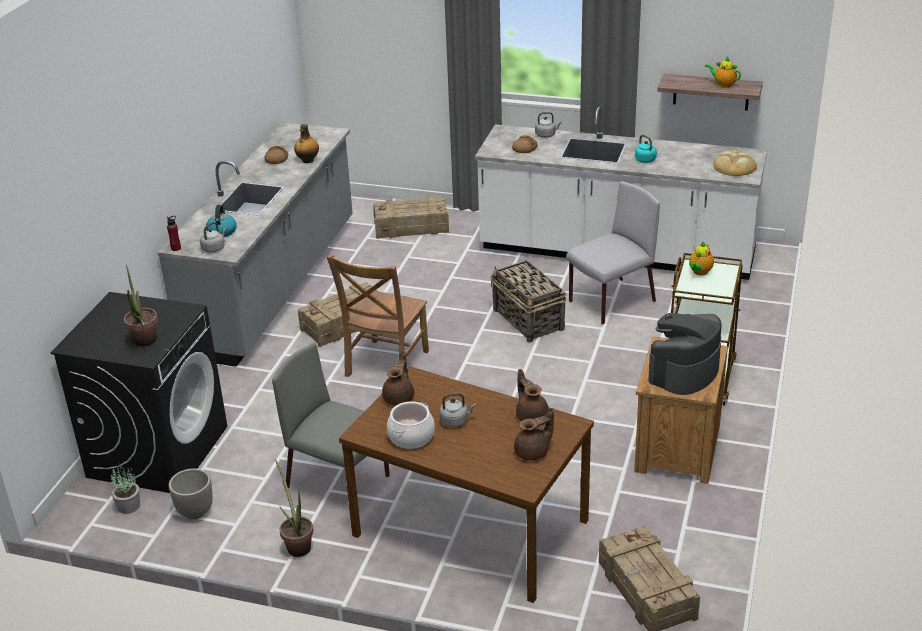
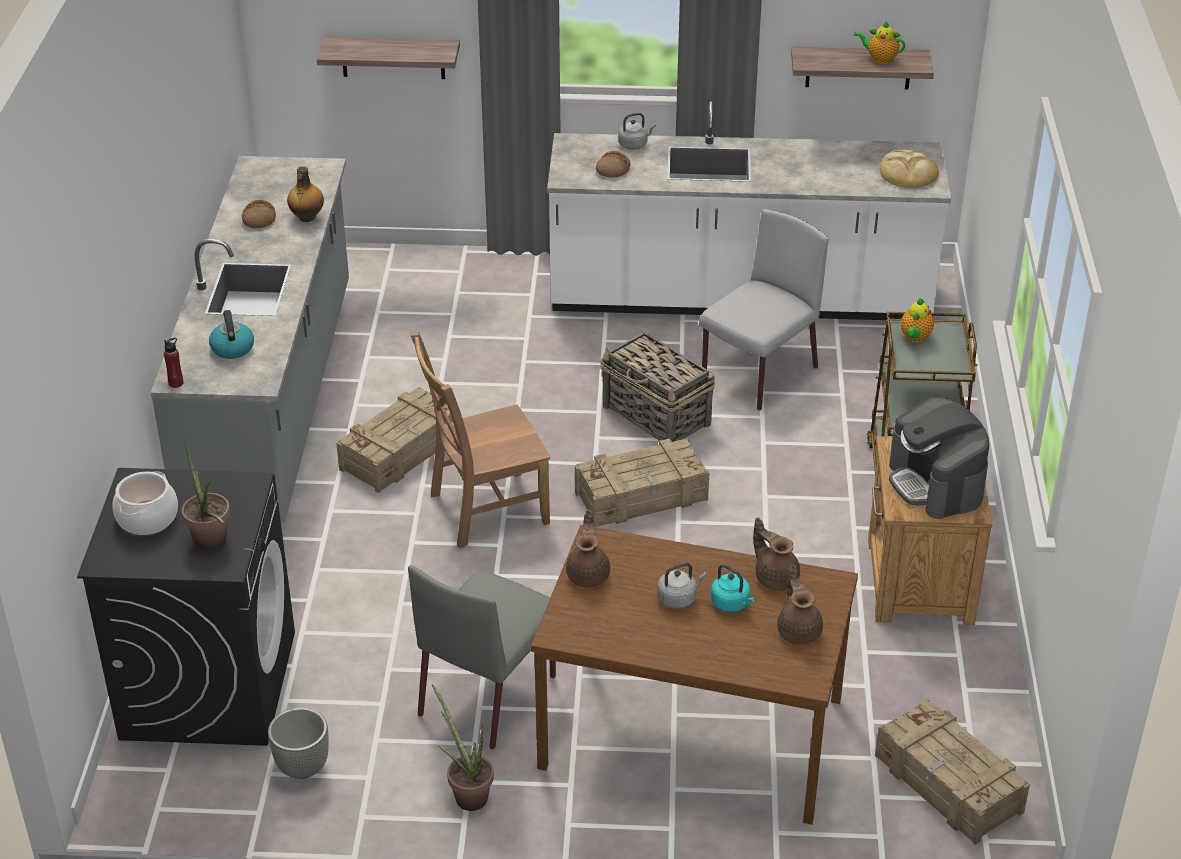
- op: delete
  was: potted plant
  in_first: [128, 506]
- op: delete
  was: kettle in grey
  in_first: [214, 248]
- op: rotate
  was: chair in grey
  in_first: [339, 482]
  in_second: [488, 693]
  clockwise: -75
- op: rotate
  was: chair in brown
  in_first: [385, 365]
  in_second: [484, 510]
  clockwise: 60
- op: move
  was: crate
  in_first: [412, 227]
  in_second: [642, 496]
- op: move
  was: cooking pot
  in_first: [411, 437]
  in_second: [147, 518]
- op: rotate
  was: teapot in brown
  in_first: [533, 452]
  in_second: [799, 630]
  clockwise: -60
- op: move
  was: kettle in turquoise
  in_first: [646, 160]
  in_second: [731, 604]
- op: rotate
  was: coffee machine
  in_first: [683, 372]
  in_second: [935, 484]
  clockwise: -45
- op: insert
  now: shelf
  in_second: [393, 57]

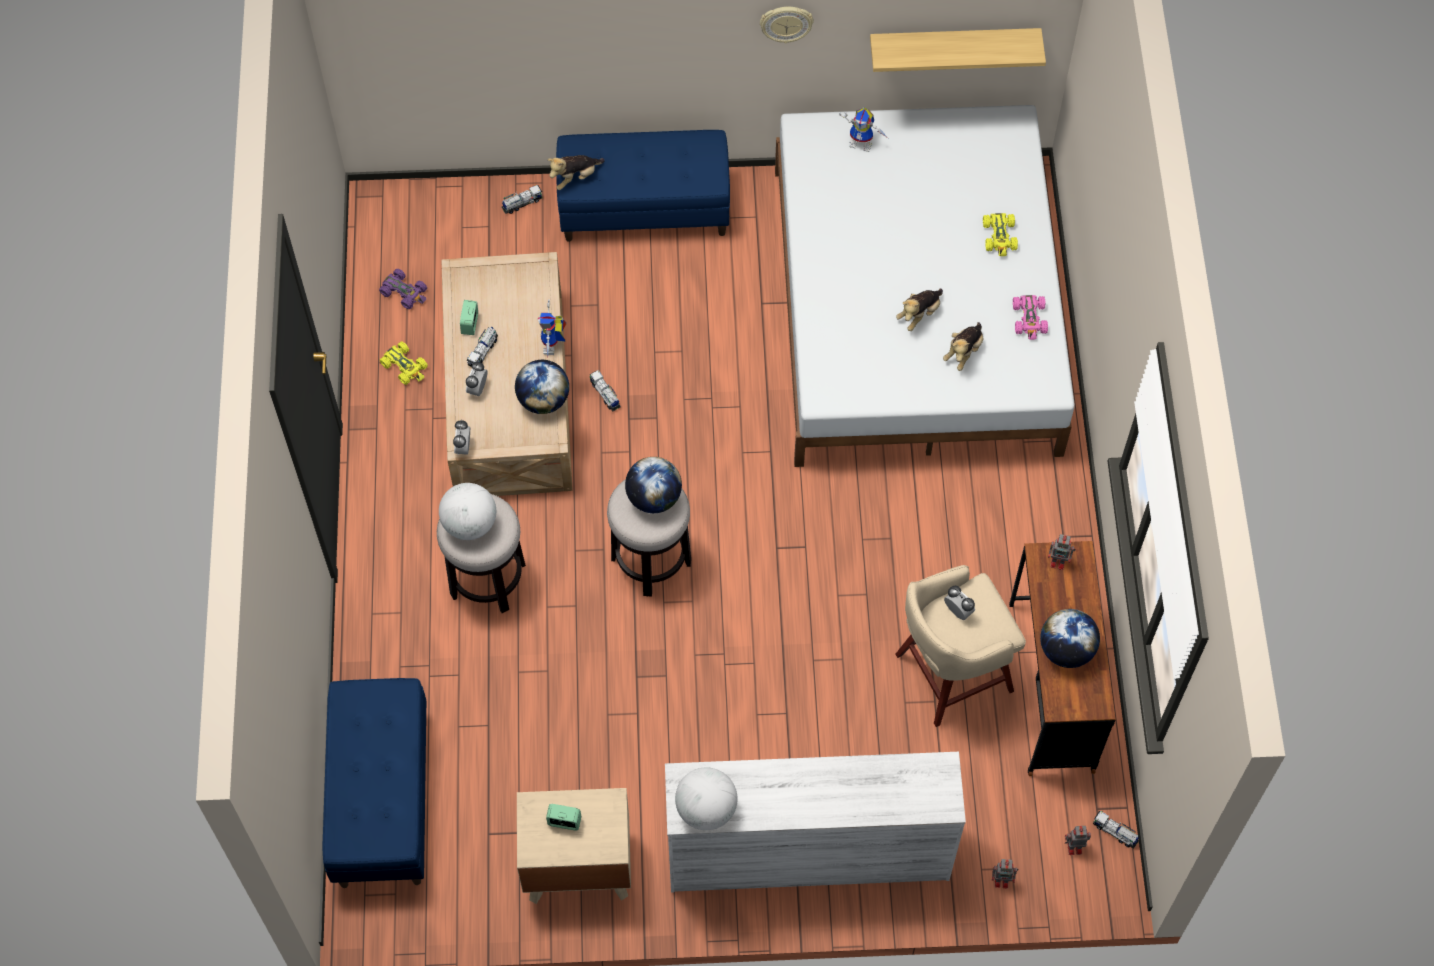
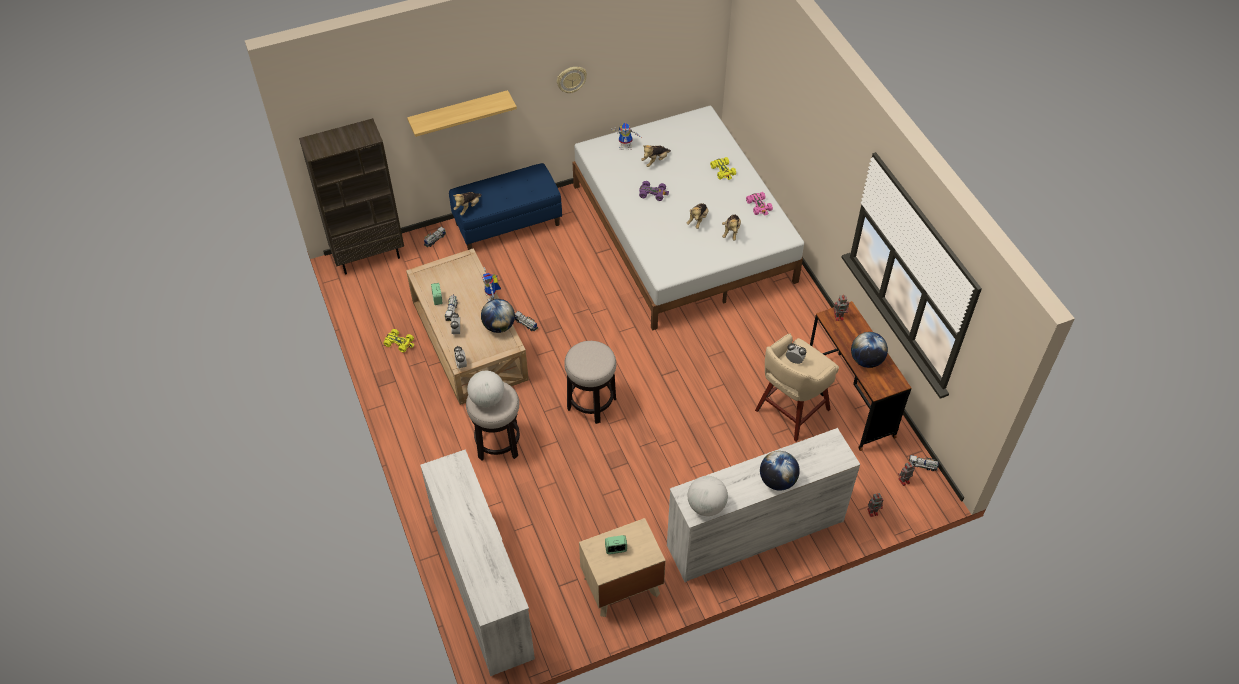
- op: replace
  was: bench in blue
  now: dresser in white
  in_first: [381, 799]
  in_second: [483, 587]
- op: move
  was: toy car in purple
  in_first: [404, 292]
  in_second: [653, 193]
- op: move
  was: globe
  in_first: [654, 498]
  in_second: [777, 481]
- op: move
  was: shelf
  in_first: [954, 44]
  in_second: [459, 113]
- op: insert
  now: bookcase in brown
  in_second: [369, 256]
- op: insert
  now: plush toy
  in_second: [655, 161]

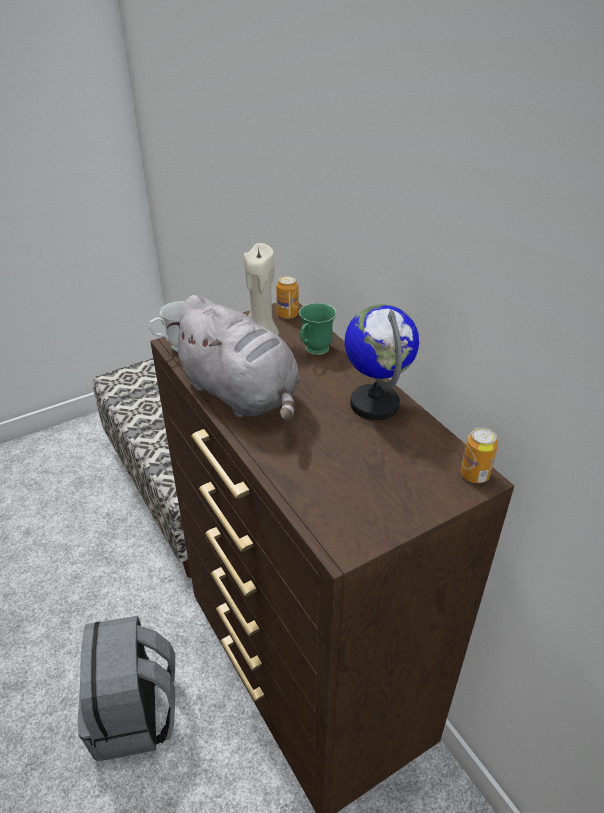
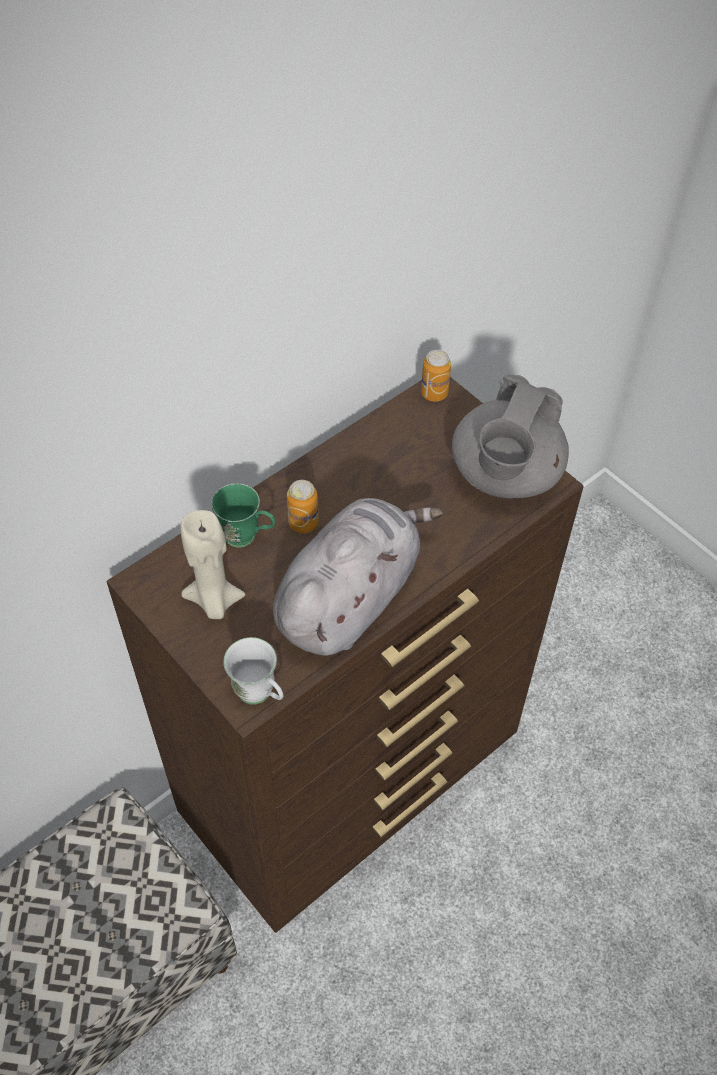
- op: delete
  was: backpack in grey
  in_first: [135, 715]
- op: move
  was: can
  in_first: [287, 314]
  in_second: [303, 523]
- op: delete
  was: globe
  in_first: [375, 404]
- op: insert
  now: teapot in grey
  in_second: [505, 475]

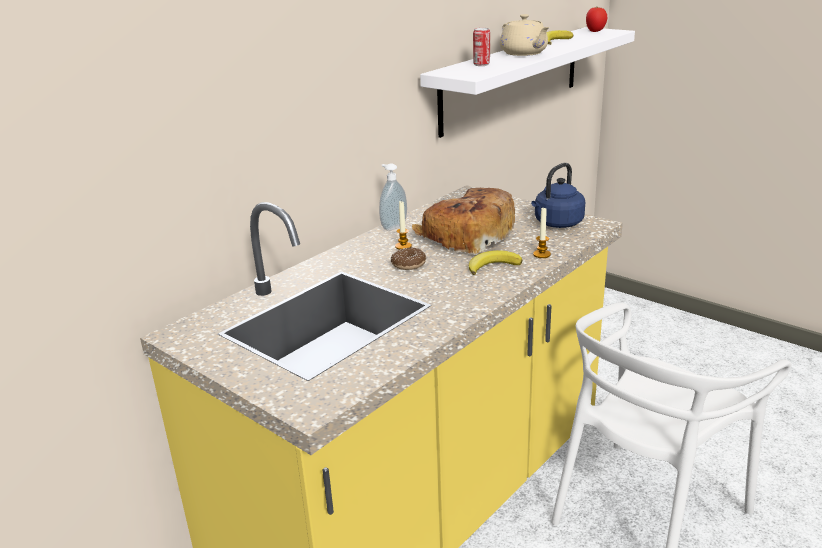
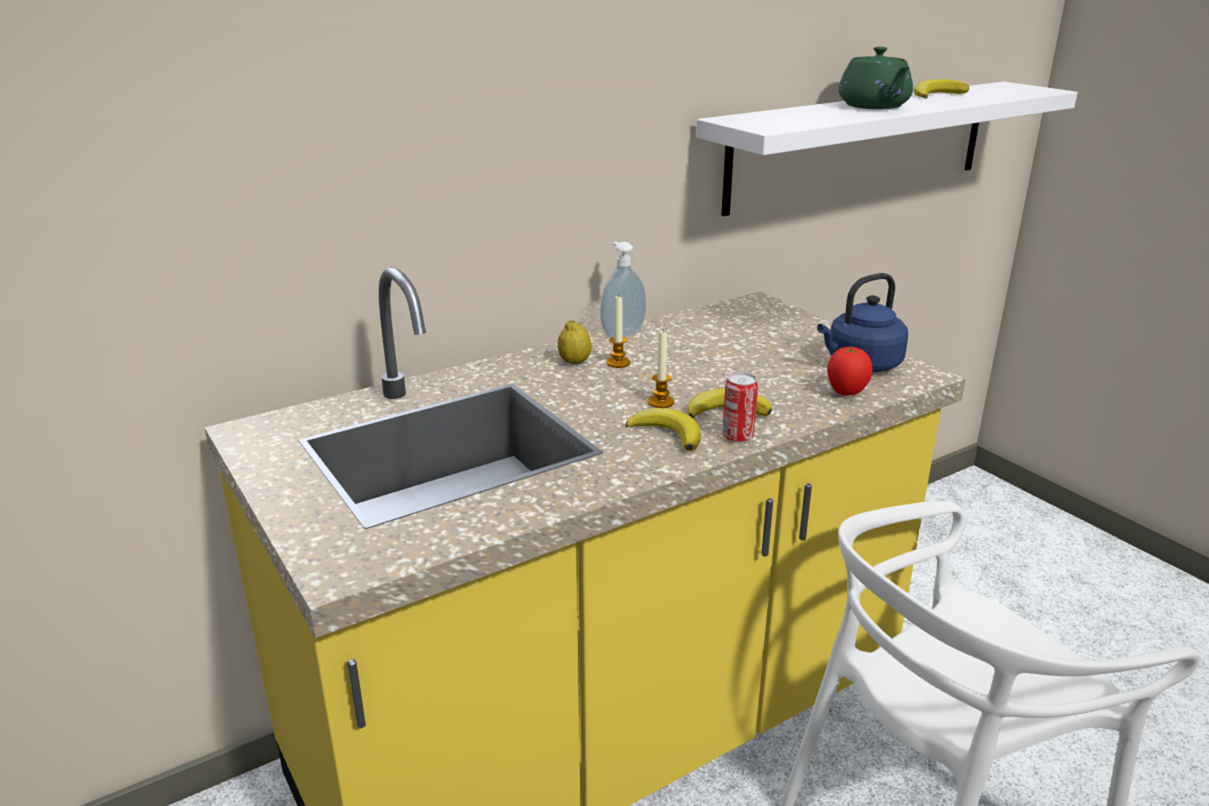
- op: delete
  was: donut
  in_first: [408, 264]
- op: delete
  was: bread
  in_first: [466, 235]
- op: move
  was: can
  in_first: [481, 64]
  in_second: [737, 437]
- op: recolor
  was: teapot in beige
  now: teapot in green
  in_first: [524, 53]
  in_second: [874, 106]
- op: move
  was: candle
  in_first: [541, 254]
  in_second: [661, 402]
- op: move
  was: tomato
  in_first: [595, 31]
  in_second: [846, 393]
- op: insert
  now: lemon
  in_second: [574, 362]
- op: insert
  now: banana
  in_second: [667, 433]

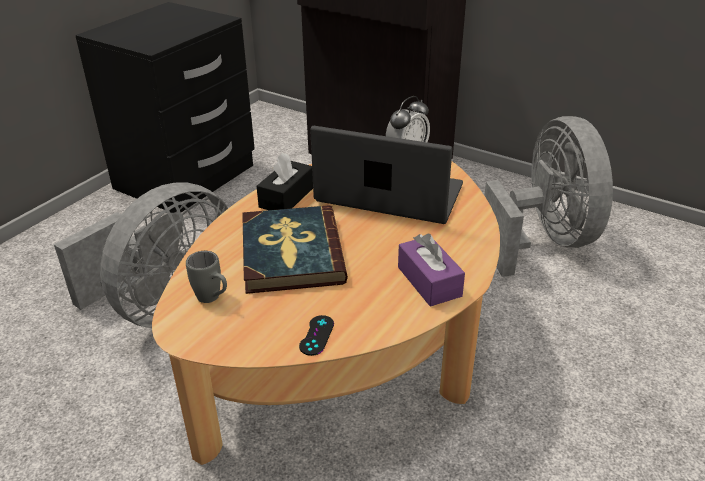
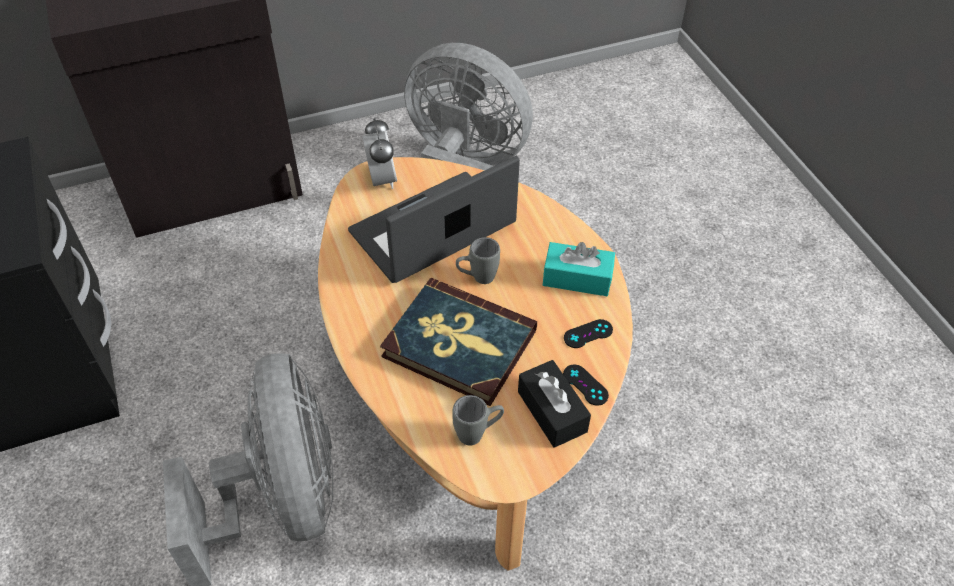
- op: move
  was: tissue box in black
  in_first: [287, 197]
  in_second: [552, 411]
- op: recolor
  was: tissue box in purple
  now: tissue box in turquoise
  in_first: [429, 281]
  in_second: [577, 278]
- op: insert
  now: mug in grey
  in_second: [477, 278]
- op: insert
  now: game controller in black
  in_second: [588, 334]

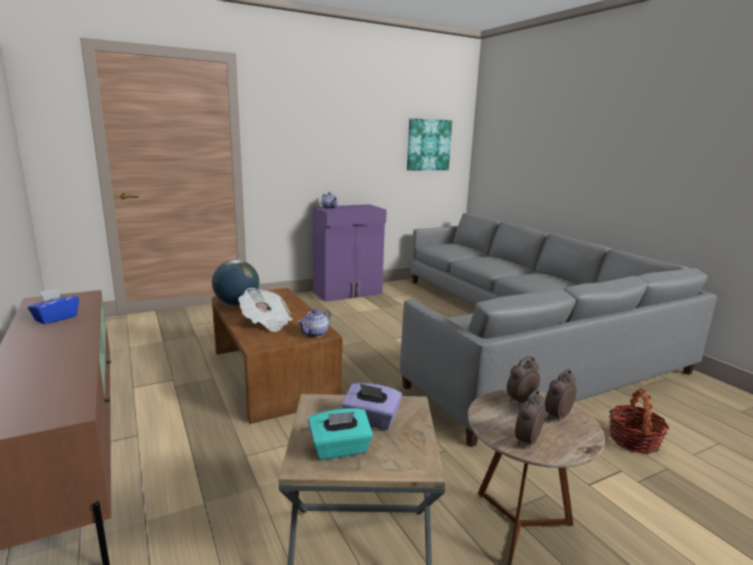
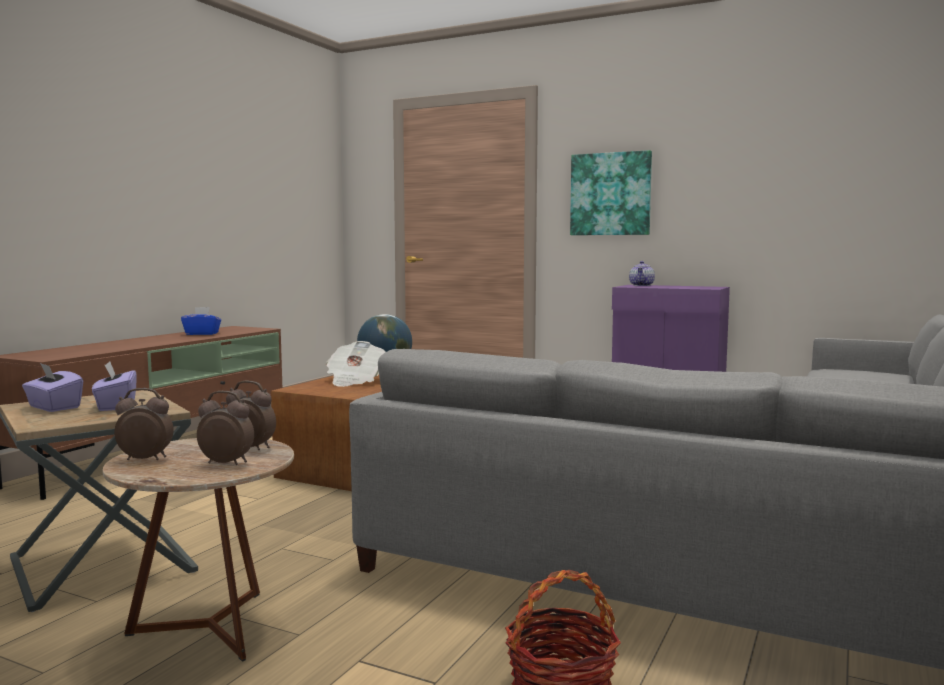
- op: delete
  was: teapot
  in_first: [315, 334]
- op: recolor
  was: tissue box in turquoise
  now: tissue box in purple
  in_first: [340, 449]
  in_second: [53, 407]
- op: move
  was: picture
  in_first: [428, 145]
  in_second: [610, 194]

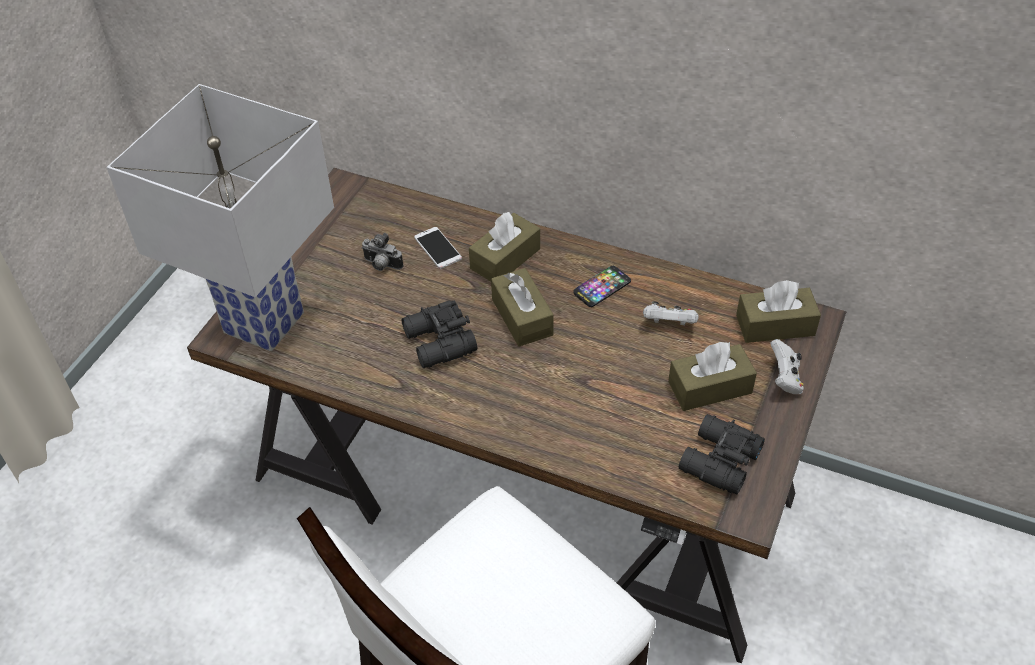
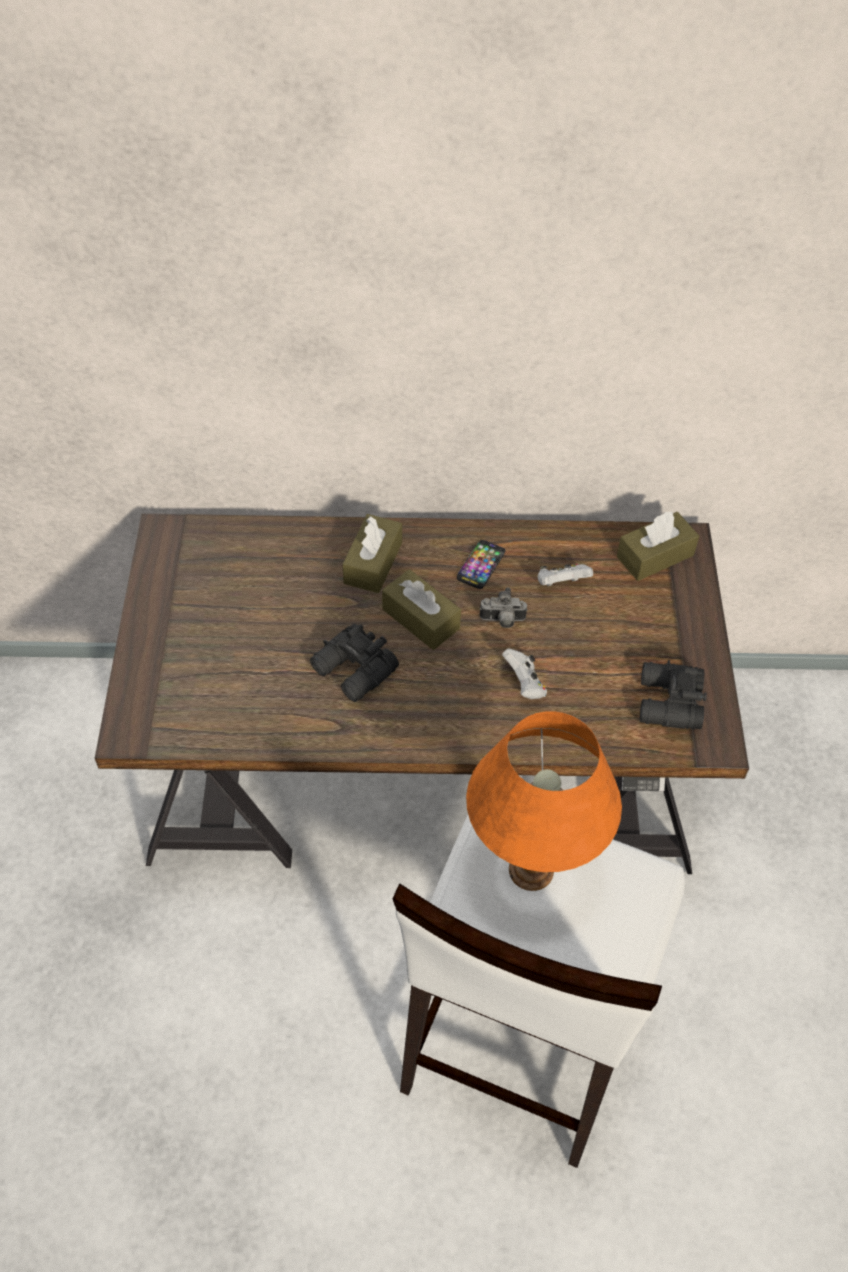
- op: delete
  was: table lamp in white
  in_first: [264, 321]
- op: move
  was: photo camera
  in_first: [381, 265]
  in_second: [502, 621]
- op: delete
  was: phone
  in_first: [438, 248]
- op: delete
  was: tissue box in brown
  in_first: [710, 387]
- op: move
  was: game controller in white
  in_first: [784, 379]
  in_second: [524, 684]
- op: insert
  now: table lamp in orange
  in_second: [530, 870]

